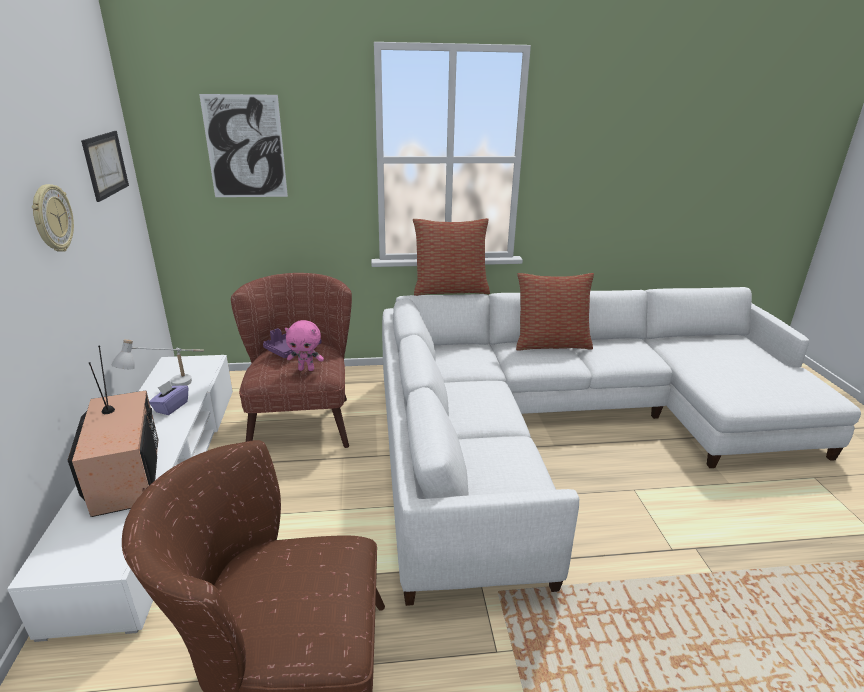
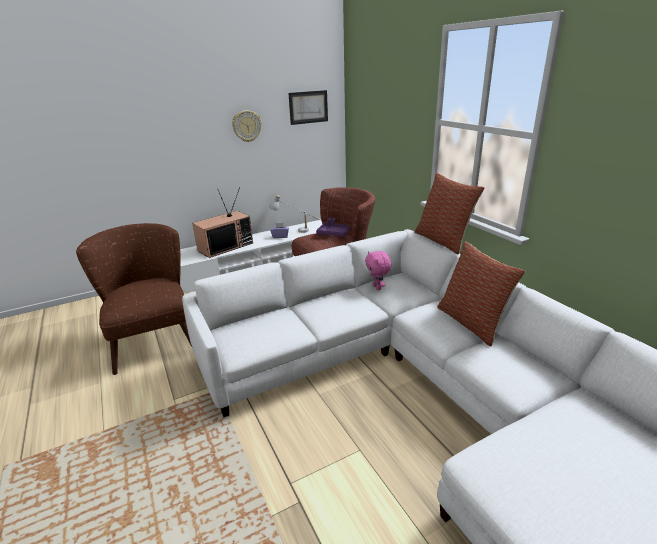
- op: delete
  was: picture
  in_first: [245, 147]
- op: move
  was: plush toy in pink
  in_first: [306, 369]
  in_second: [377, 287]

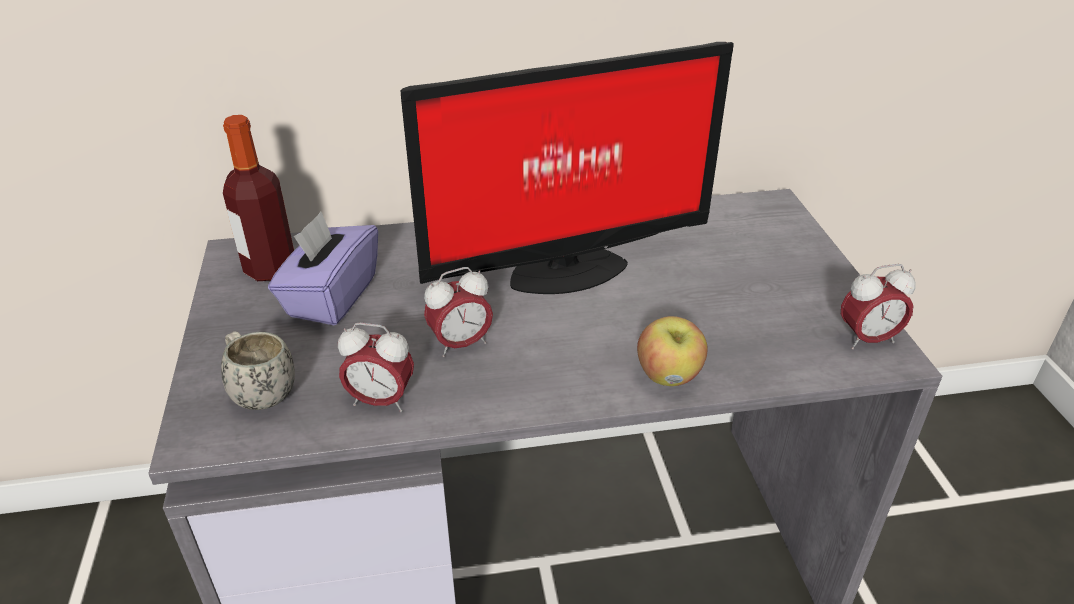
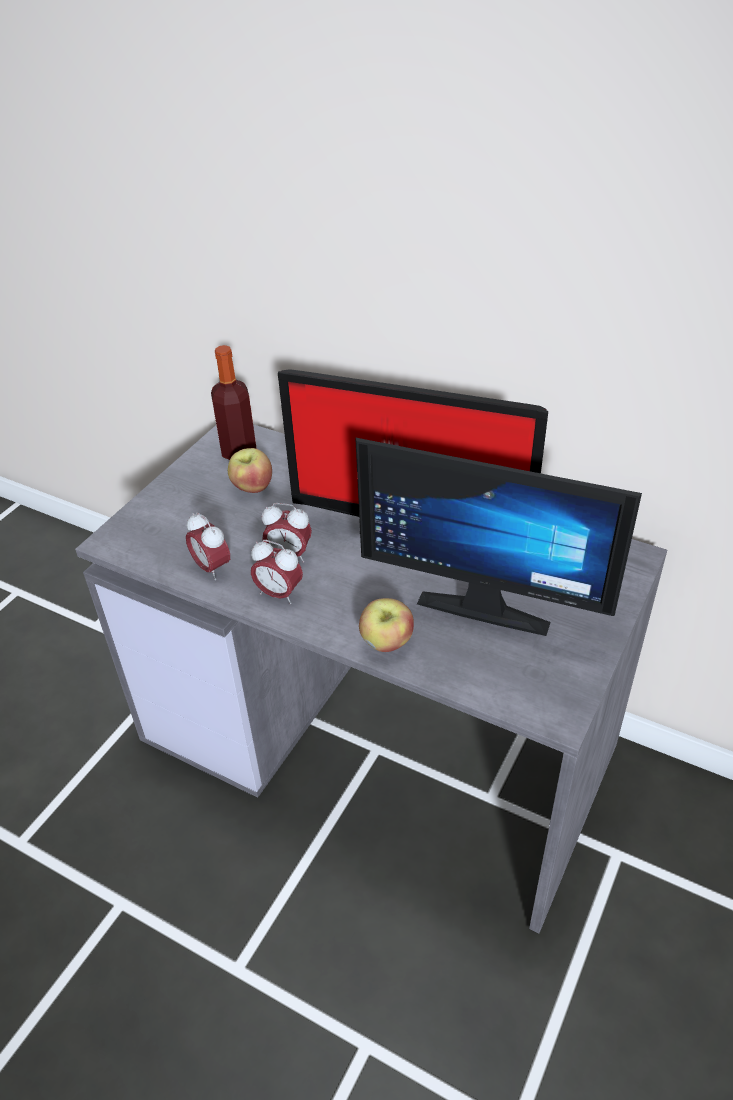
- op: delete
  was: mug in white
  in_first: [259, 392]
- op: replace
  was: tissue box in purple
  now: apple
  in_first: [331, 297]
  in_second: [252, 487]
- op: move
  was: alarm clock
  in_first: [867, 339]
  in_second: [279, 594]
- op: insert
  now: monitor
  in_second: [486, 602]

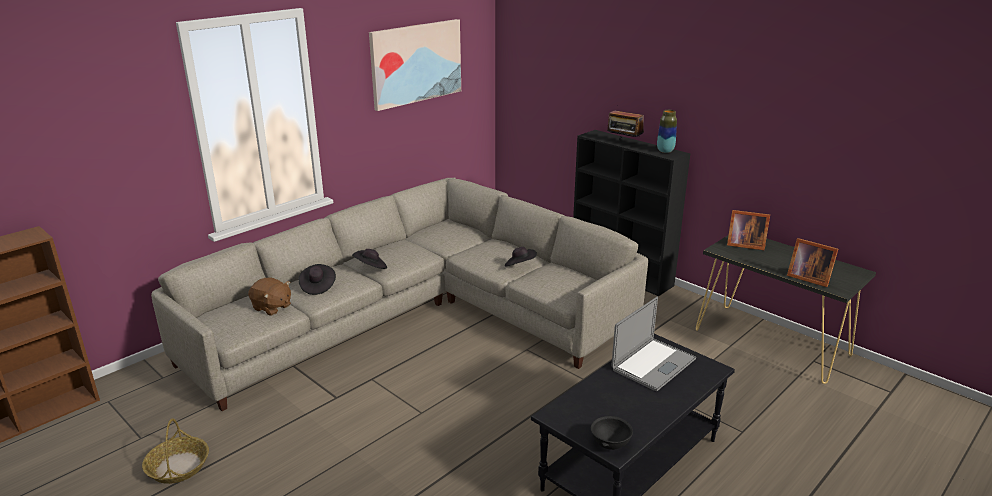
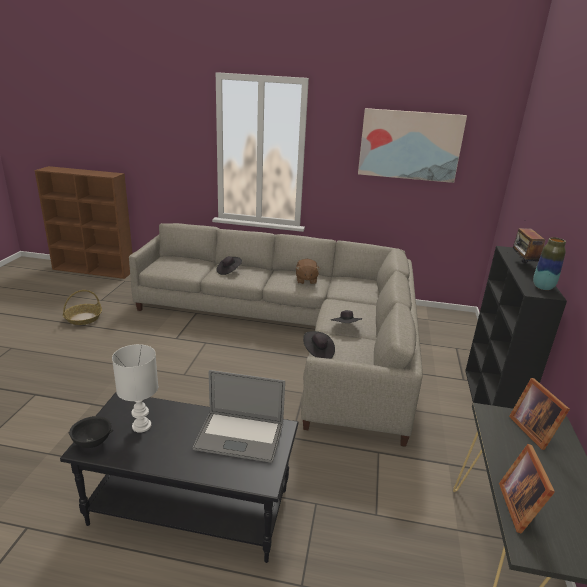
- op: move
  was: plush toy in brown
  in_first: [272, 307]
  in_second: [306, 280]
- op: move
  was: hat in black
  in_first: [371, 267]
  in_second: [318, 352]
- op: insert
  now: table lamp in white
  in_second: [142, 426]

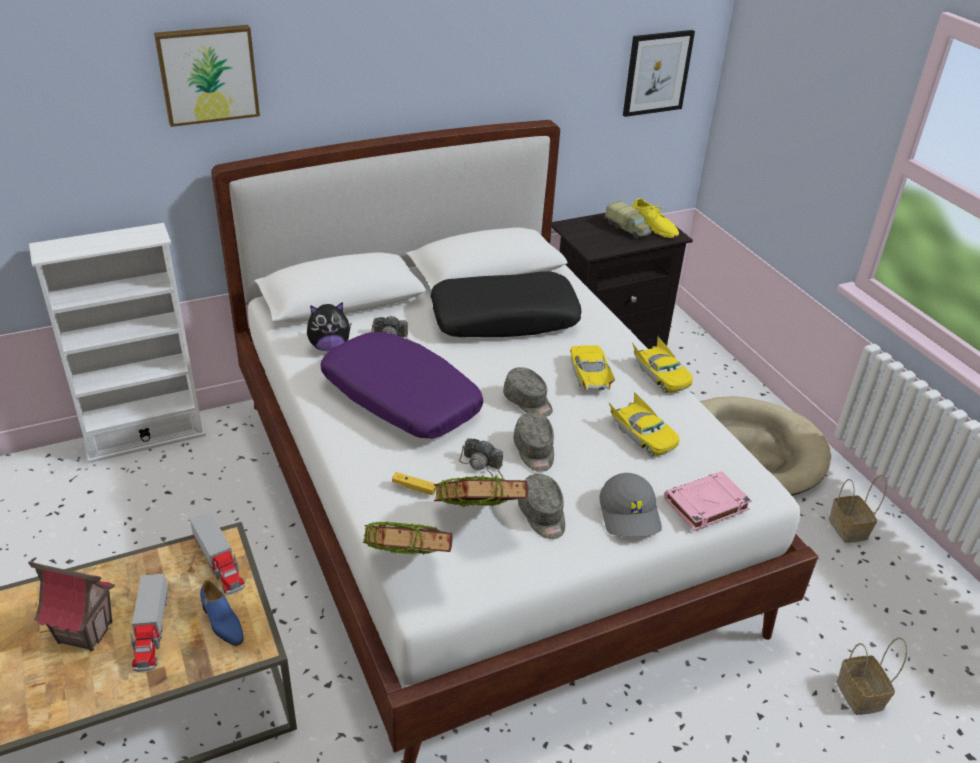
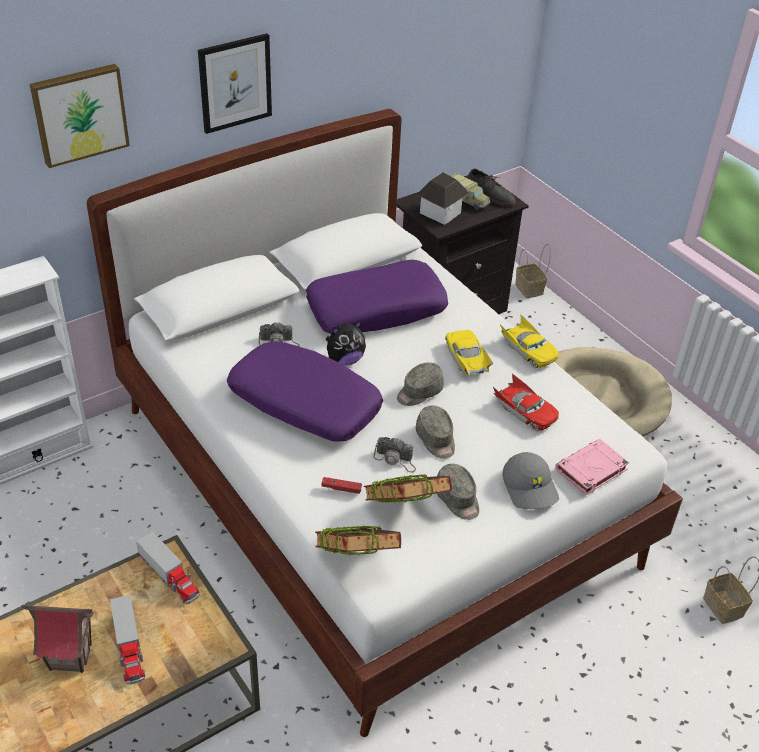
- op: delete
  was: shoe in blue
  in_first: [222, 622]
- op: move
  was: plush toy
  in_first: [329, 347]
  in_second: [344, 360]
- op: recolor
  was: game controller in yellow
  now: game controller in red
  in_first: [414, 487]
  in_second: [341, 488]
- op: recolor
  was: pillow in black
  now: pillow in purple
  in_first: [504, 318]
  in_second: [376, 309]
- op: rotate
  was: cap in grey
  in_first: [528, 402]
  in_second: [419, 392]
  clockwise: 105
- op: recolor
  was: toy car in yellow
  now: toy car in red
  in_first: [642, 435]
  in_second: [524, 412]
- op: move
  was: picture
  in_first: [657, 73]
  in_second: [235, 83]
- op: recolor
  was: shoe in yellow
  now: shoe in grey
  in_first: [654, 225]
  in_second: [490, 194]
- op: move
  was: basket
  in_first: [849, 529]
  in_second: [530, 289]
- op: insert
  now: toy house
  in_second: [440, 212]

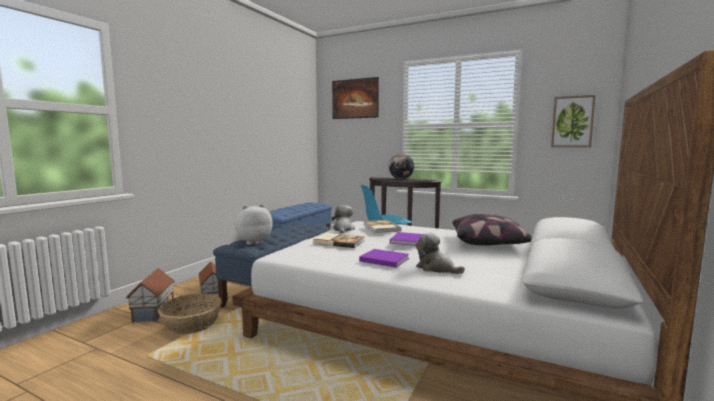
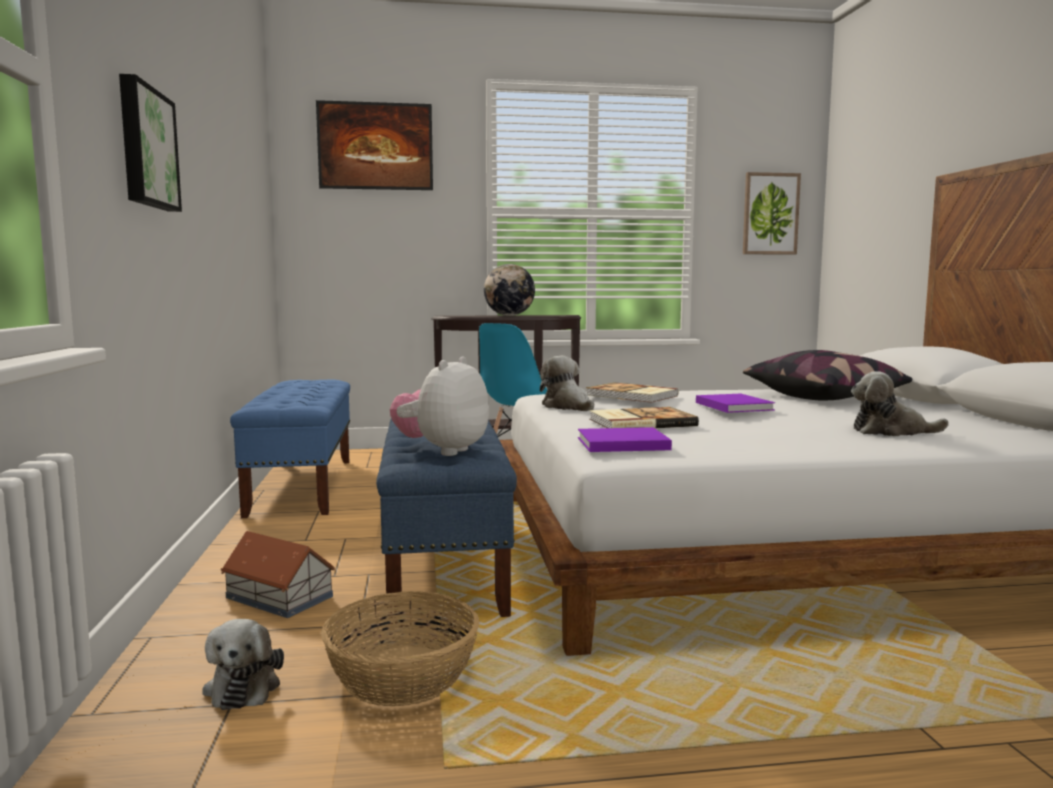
- op: replace
  was: toy house
  now: plush toy
  in_first: [154, 313]
  in_second: [244, 686]
- op: move
  was: book in purple
  in_first: [383, 259]
  in_second: [620, 444]
- op: insert
  now: picture
  in_second: [145, 148]

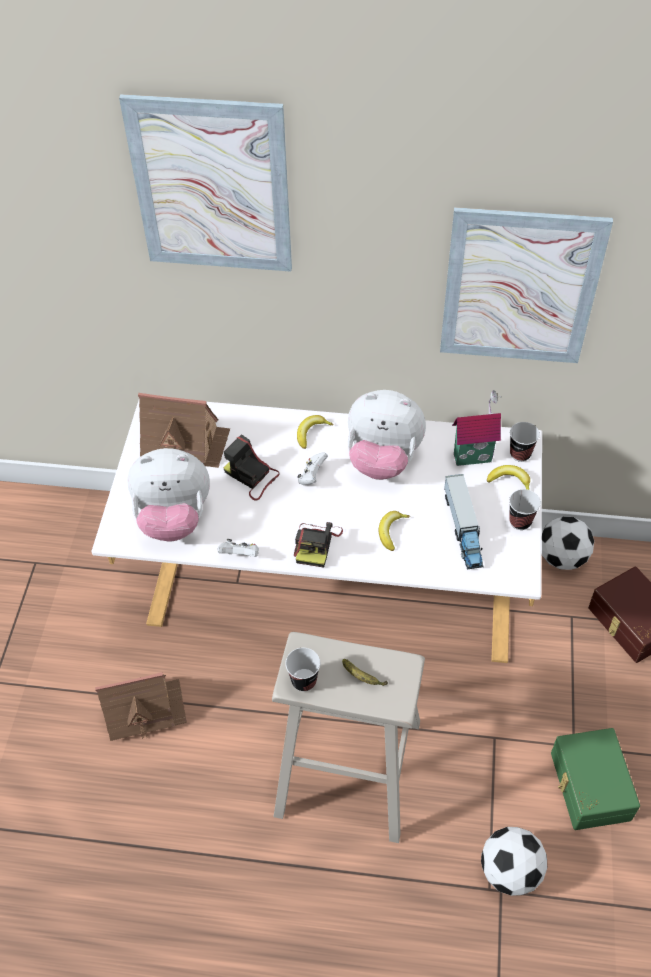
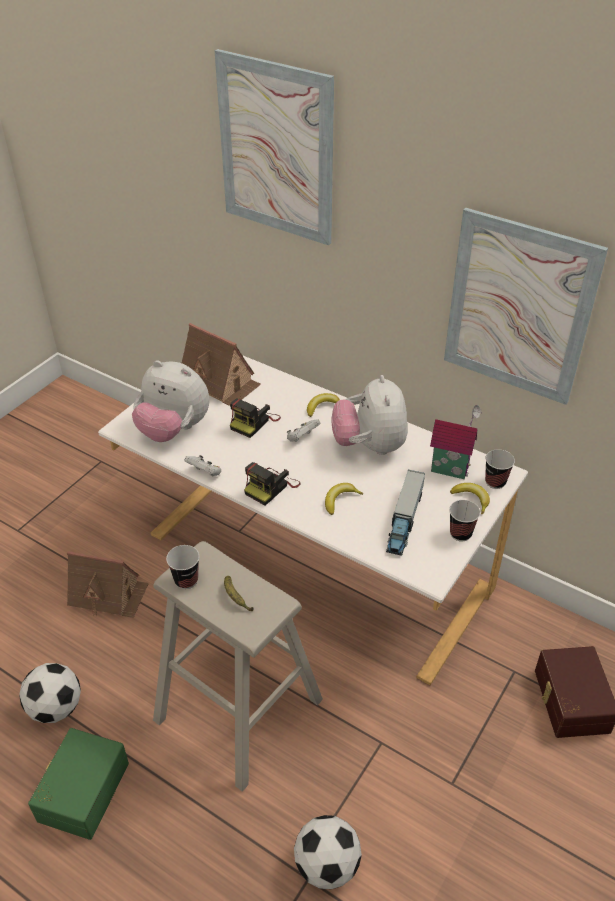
- op: rotate
  was: photo camera
  in_first: [252, 476]
  in_second: [254, 422]
  clockwise: -120
- op: rotate
  was: plush toy
  in_first: [383, 459]
  in_second: [369, 446]
  clockwise: 45
- op: move
  was: football
  in_first: [562, 557]
  in_second: [56, 708]
- op: move
  was: storage box in green
  in_first: [588, 786]
  in_second: [81, 790]

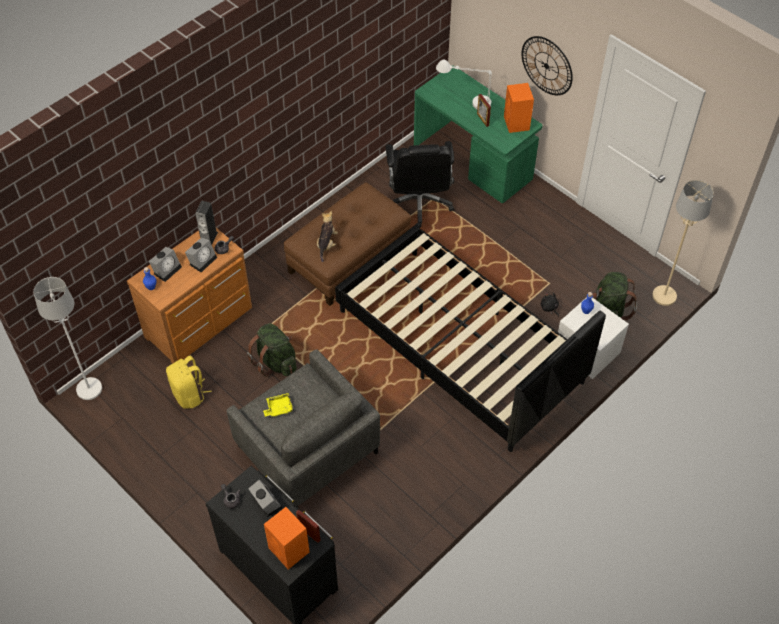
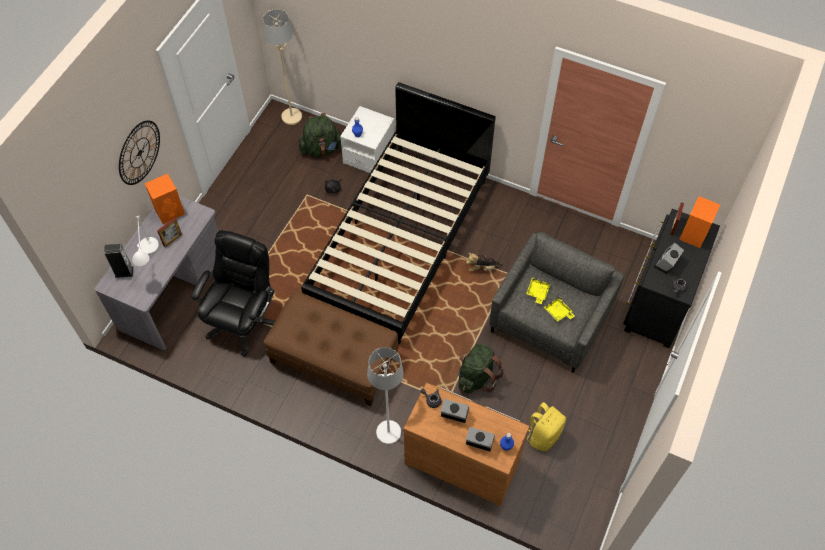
- op: move
  was: floor lamp in white
  in_first: [89, 389]
  in_second: [388, 432]
- op: move
  was: speaker
  in_first: [209, 237]
  in_second: [124, 272]
- op: move
  was: plush toy
  in_first: [326, 244]
  in_second: [482, 268]
- op: rotate
  was: office chair in black
  in_first: [419, 203]
  in_second: [243, 321]
  clockwise: -45
- op: recolor
  was: desk in green
  now: desk in grey
  in_first: [473, 162]
  in_second: [173, 290]
- op: insert
  now: tray in yellow
  in_second: [537, 292]

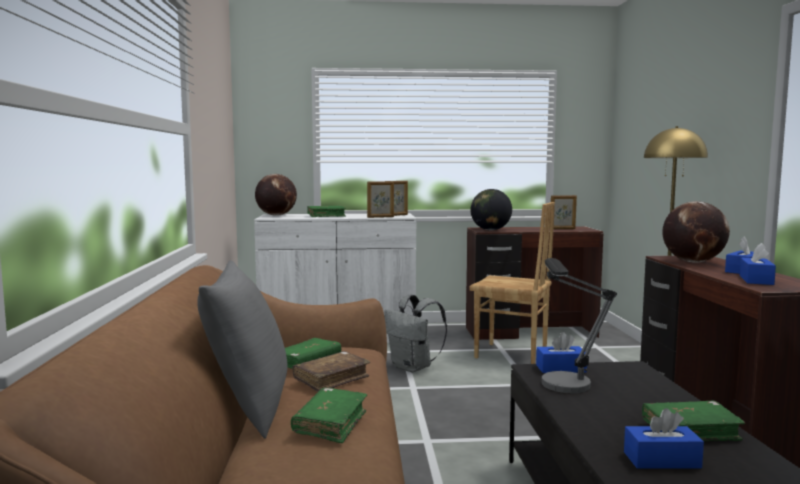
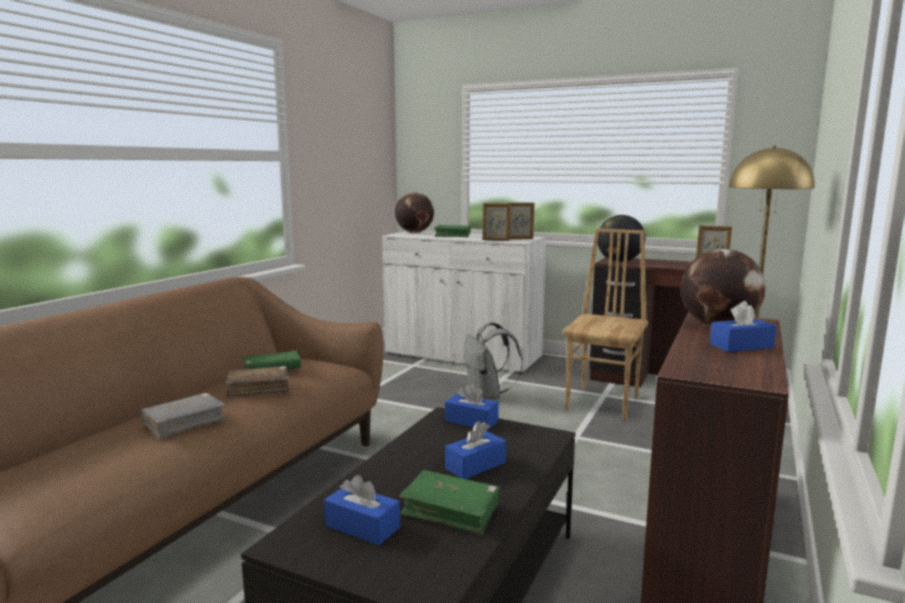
- op: delete
  was: pillow in grey
  in_first: [248, 407]
- op: recolor
  was: book in green
  now: book in grey
  in_first: [331, 424]
  in_second: [184, 423]
- op: rotate
  was: chair in brown
  in_first: [511, 355]
  in_second: [604, 403]
  clockwise: -120
- op: delete
  was: table lamp
  in_first: [565, 389]
- op: move
  was: tissue box in blue
  in_first: [756, 280]
  in_second: [475, 465]

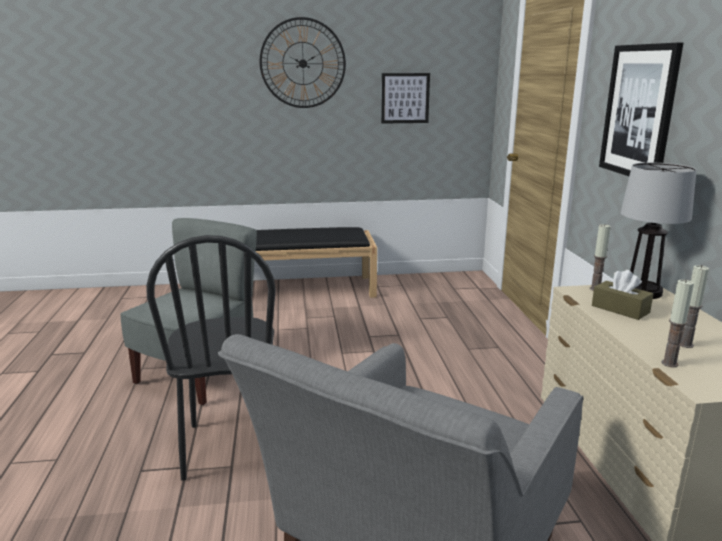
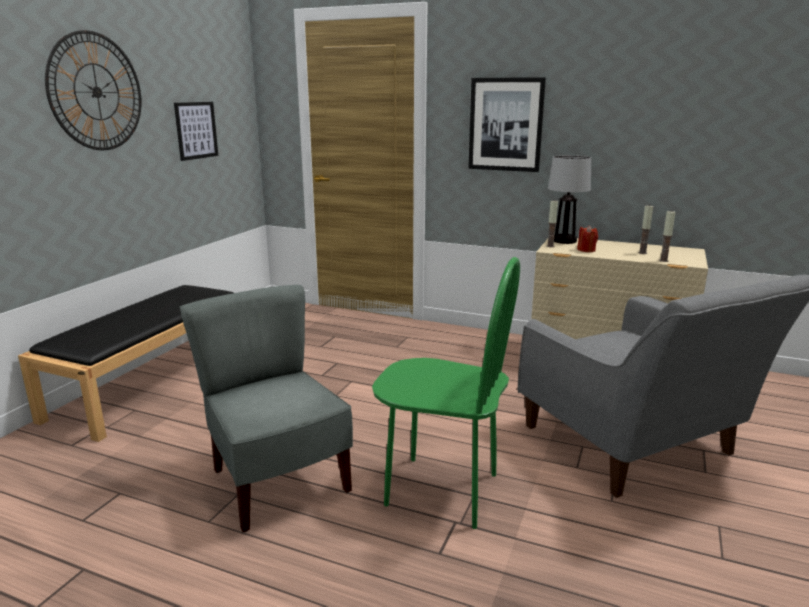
- op: recolor
  was: chair in black
  now: chair in green
  in_first: [230, 447]
  in_second: [441, 490]
- op: replace
  was: tissue box in brown
  now: candle in red
  in_first: [620, 309]
  in_second: [586, 250]

